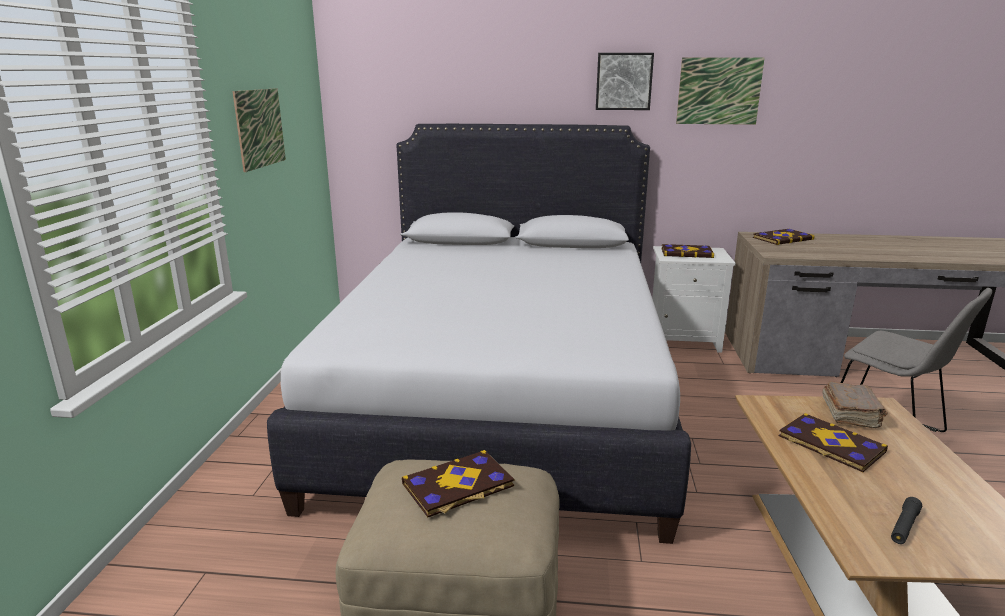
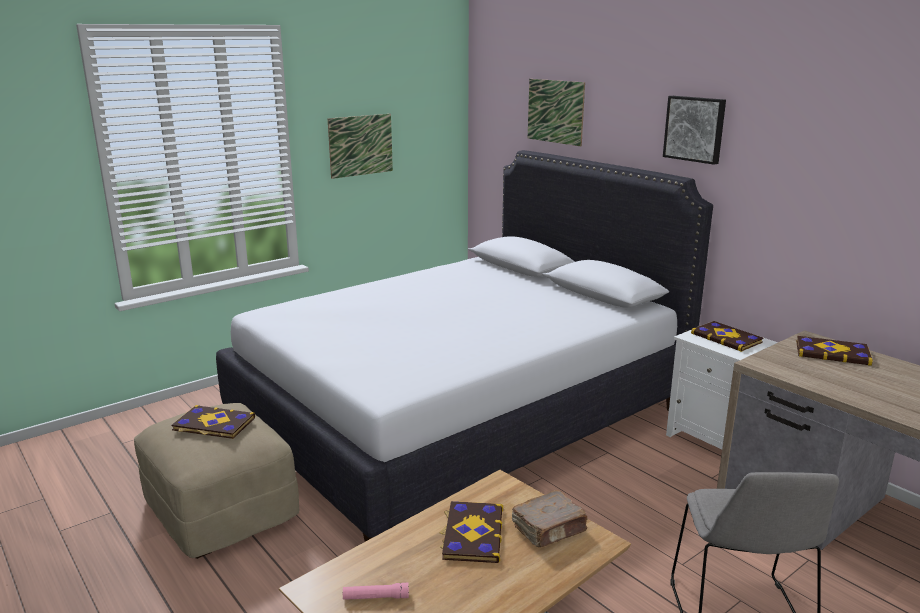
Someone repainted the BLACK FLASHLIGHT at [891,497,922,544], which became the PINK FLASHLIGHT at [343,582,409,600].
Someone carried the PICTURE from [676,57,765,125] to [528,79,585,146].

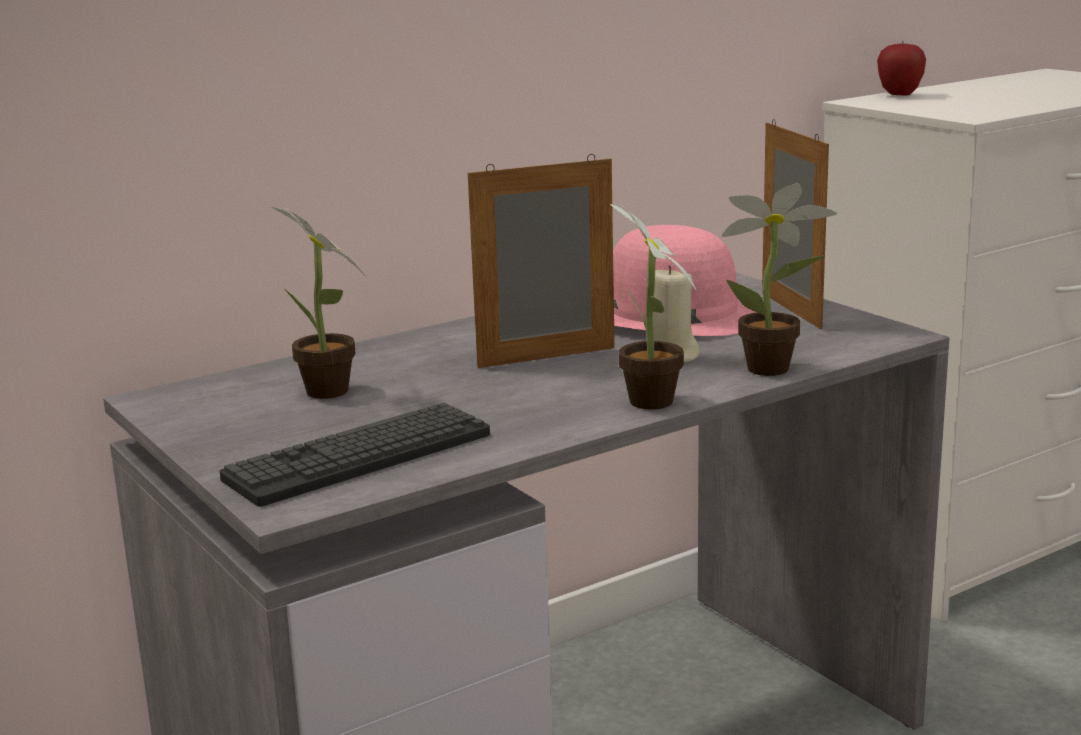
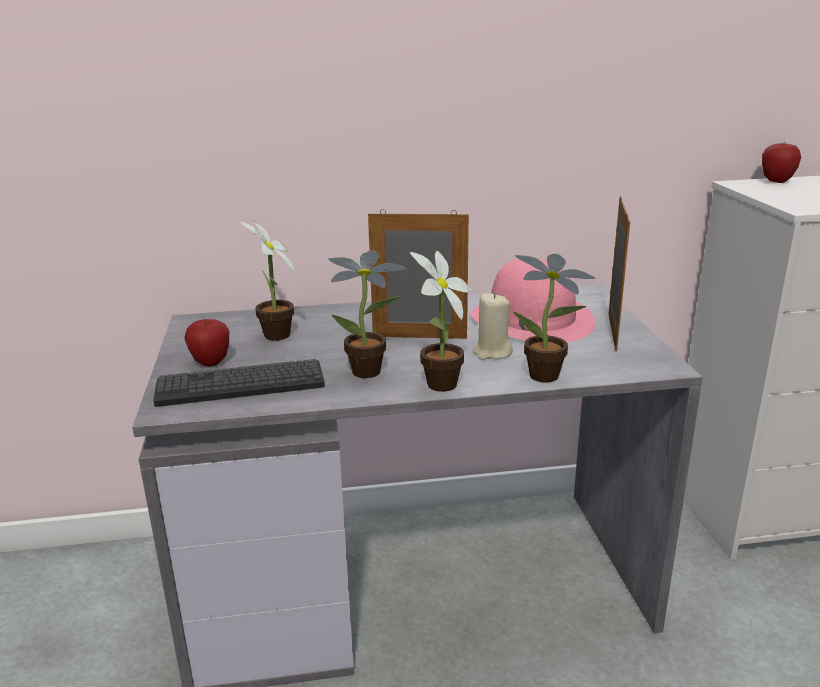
Someone put down the APPLE at [184,319,229,366].
Someone put down the POTTED PLANT at [328,250,407,378].

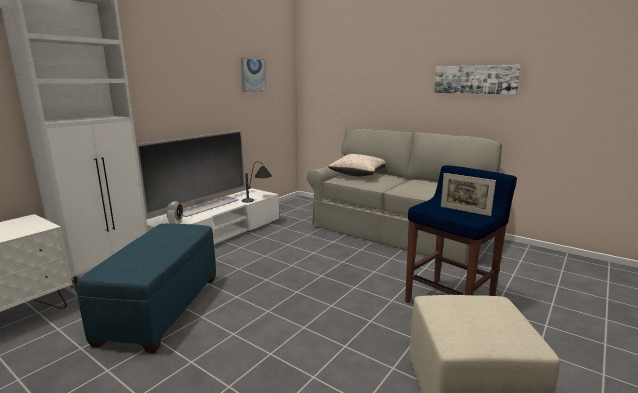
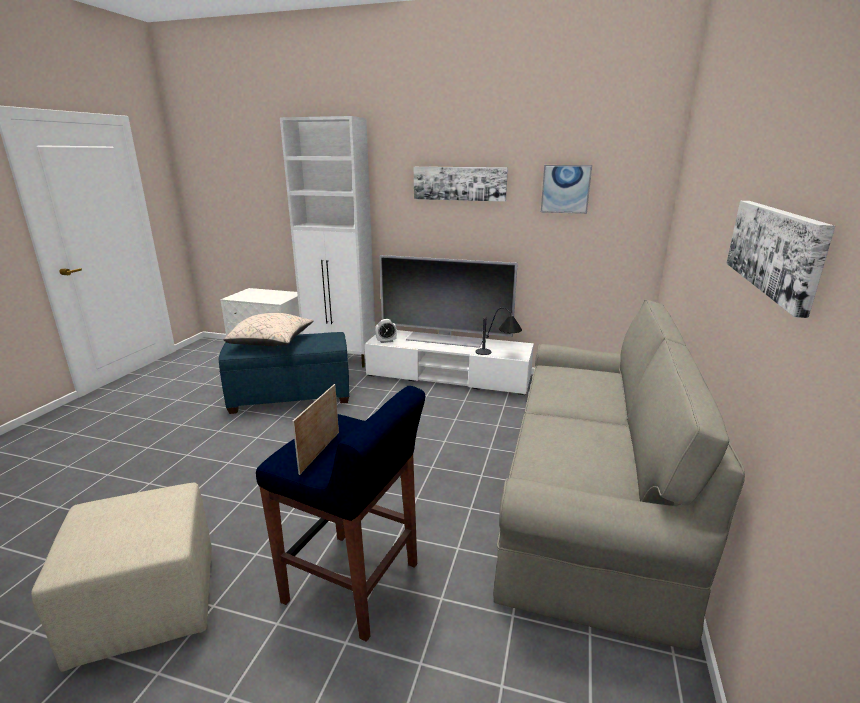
Someone carried the BEIGE PILLOW from [328,154,386,176] to [224,313,314,346].
Someone put up the PICTURE at [414,167,508,202].

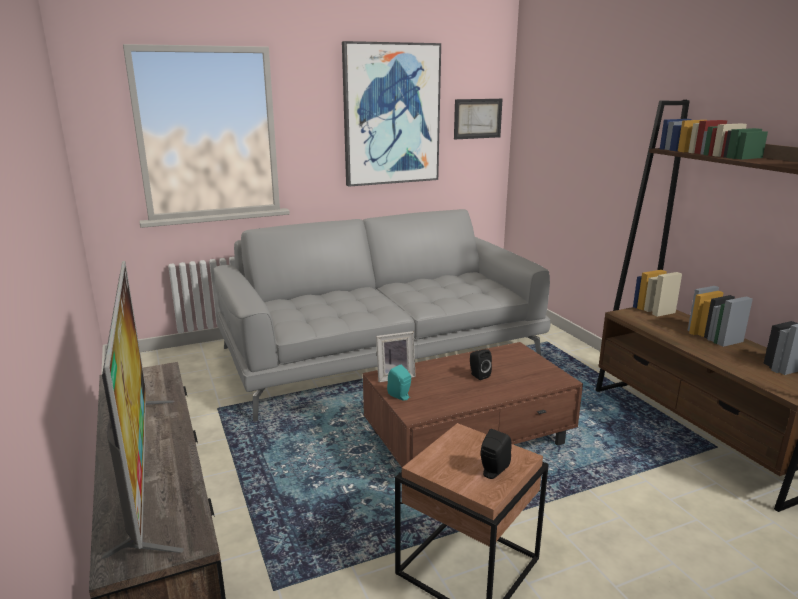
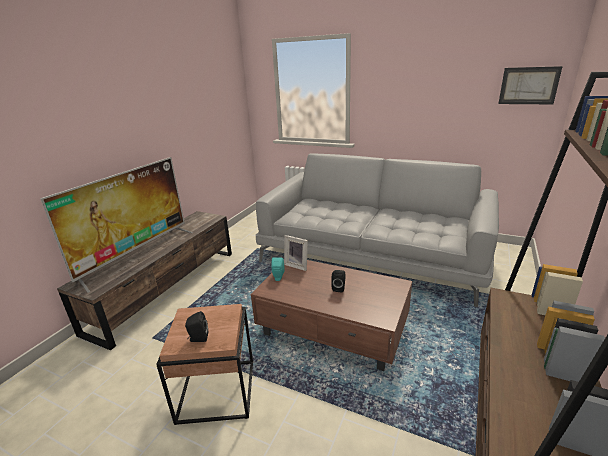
Someone took away the PICTURE at [342,41,441,187].

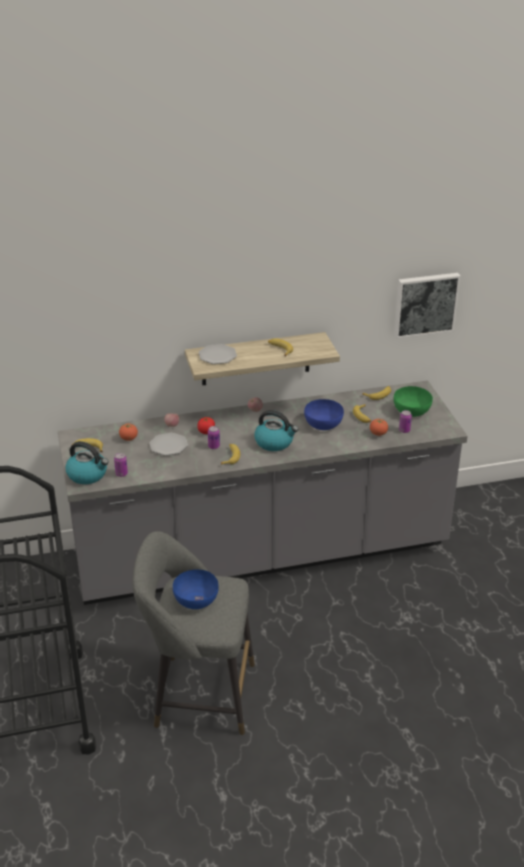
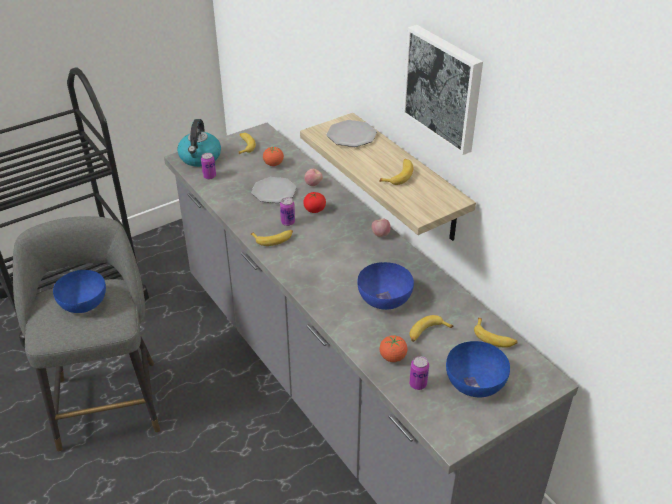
Someone carried the PICTURE from [394,273,461,339] to [403,25,483,155].
Someone repainted the GREEN BOWL at [394,386,433,417], which became the BLUE BOWL at [446,341,510,398].
Someone took away the KETTLE at [254,410,298,451].

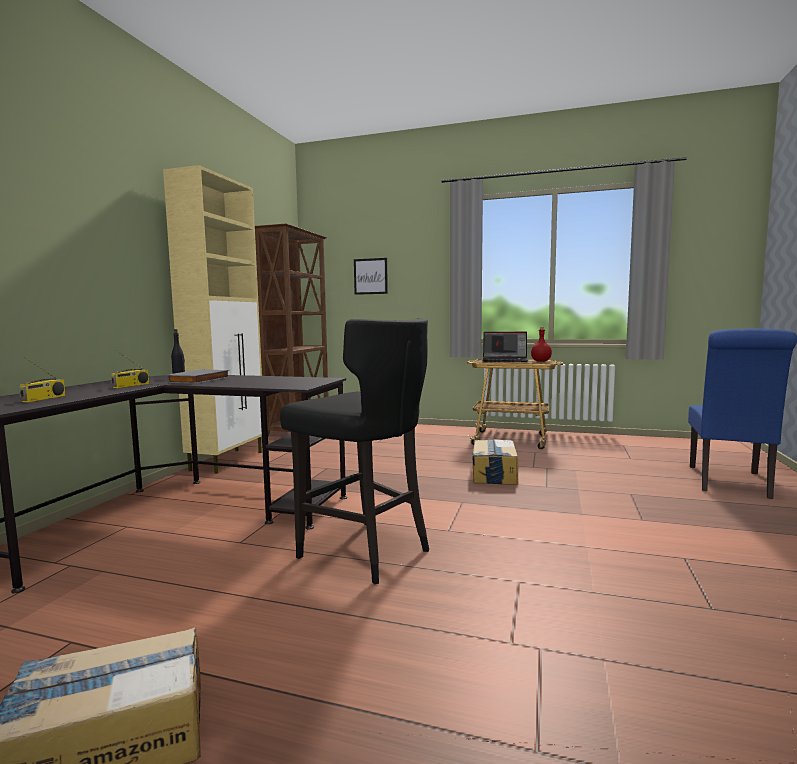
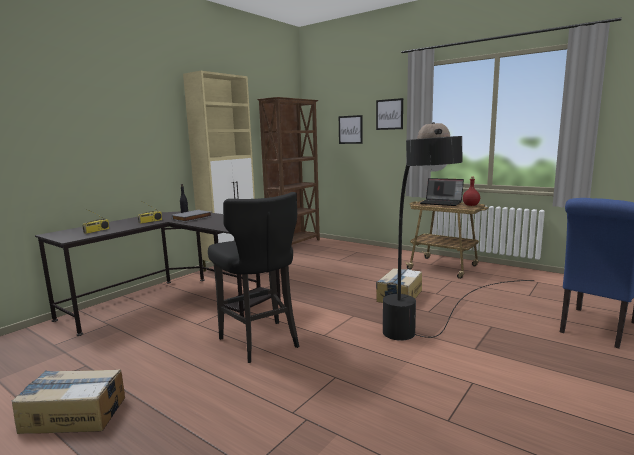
Someone put up the PICTURE at [376,98,403,130].
Someone put down the BLACK FLOOR LAMP at [383,122,534,341].

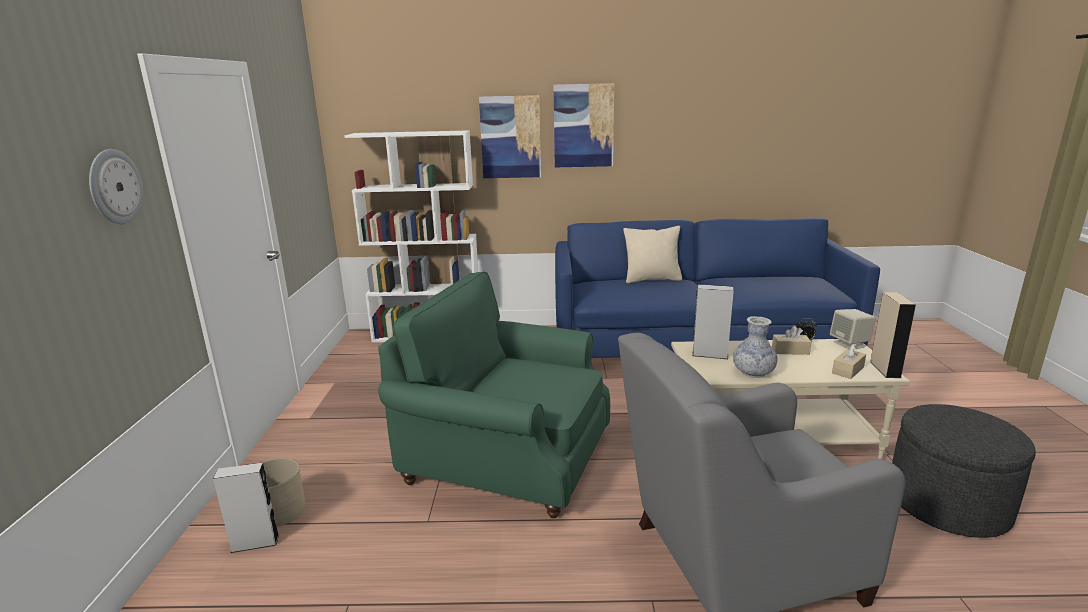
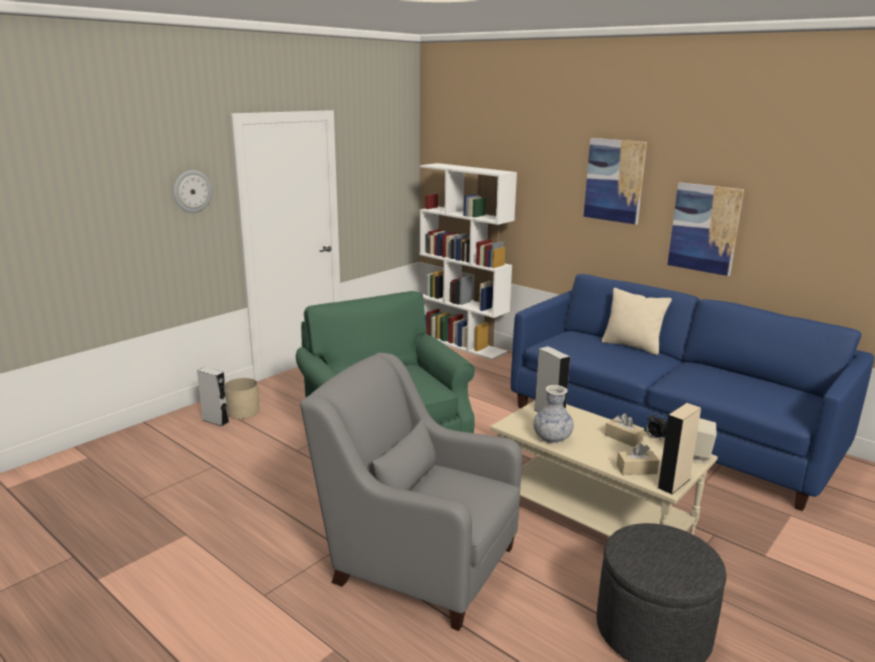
Someone carried the PICTURE from [479,95,541,178] to [667,182,744,276].

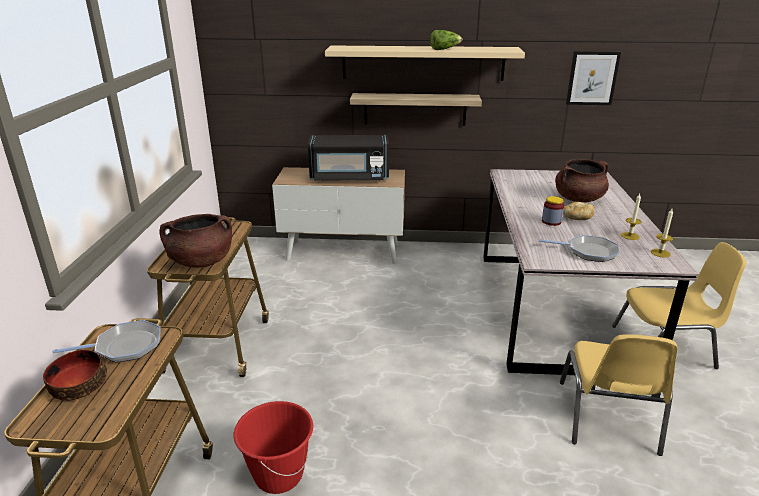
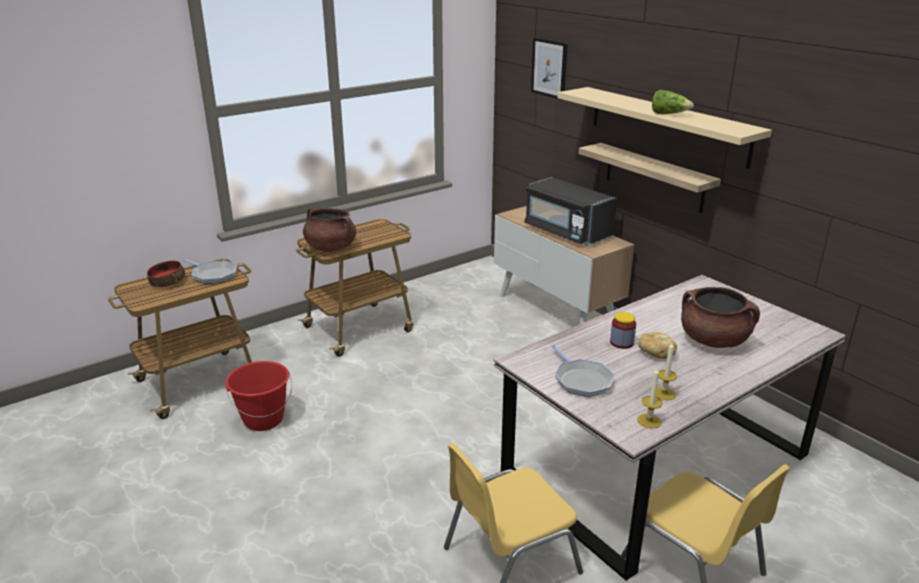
Someone carried the PICTURE from [566,51,621,105] to [531,37,568,100].

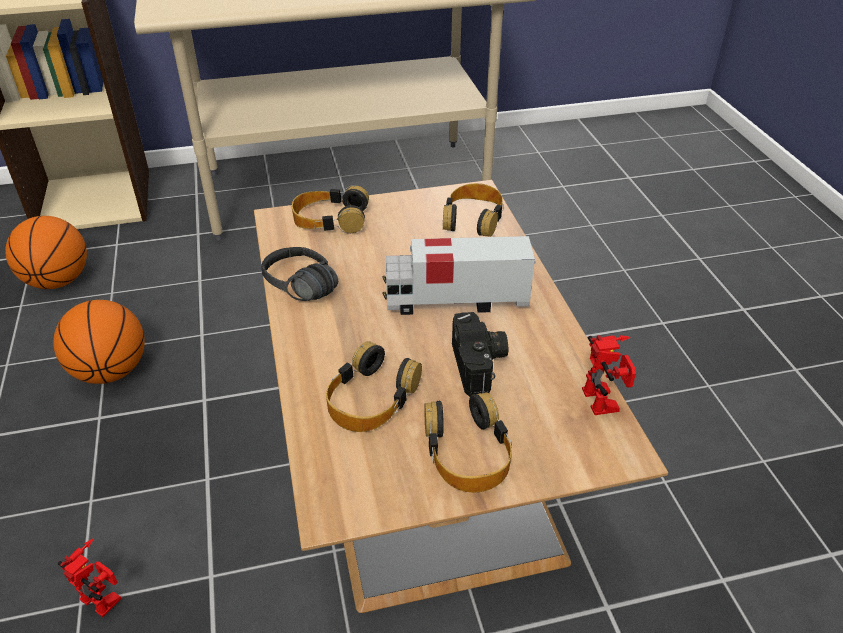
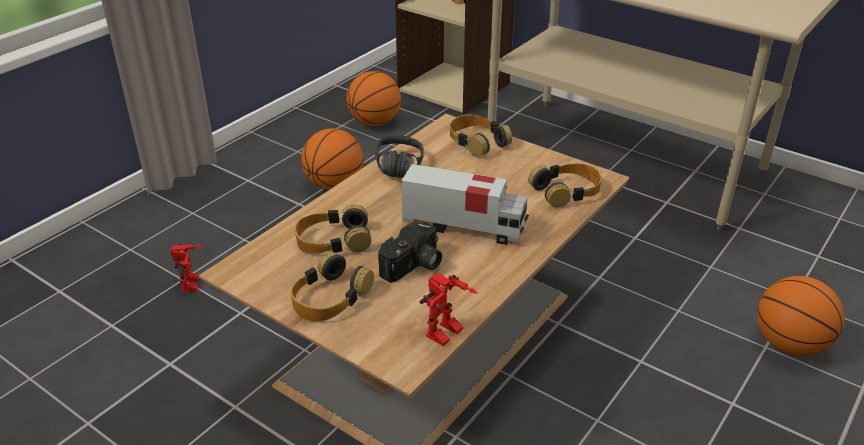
Someone rotated the TOY TRUCK at [382,236,536,315] by 150 degrees clockwise.
Someone put down the BASKETBALL at [757,276,845,356].

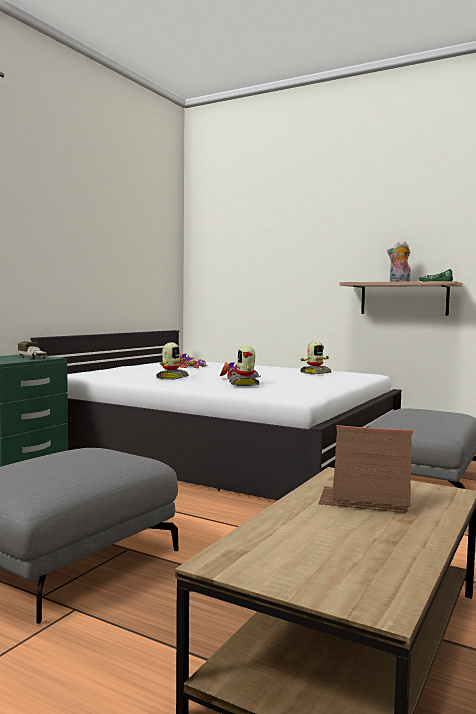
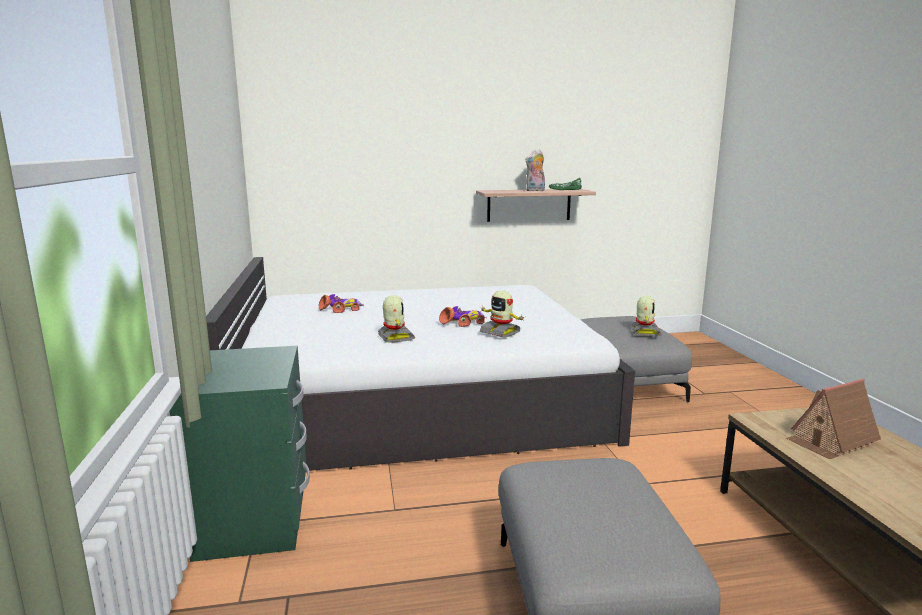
Someone carried the TOY ROBOT from [300,341,332,375] to [631,296,661,336].
Someone took away the TOY TRUCK at [18,341,47,359].

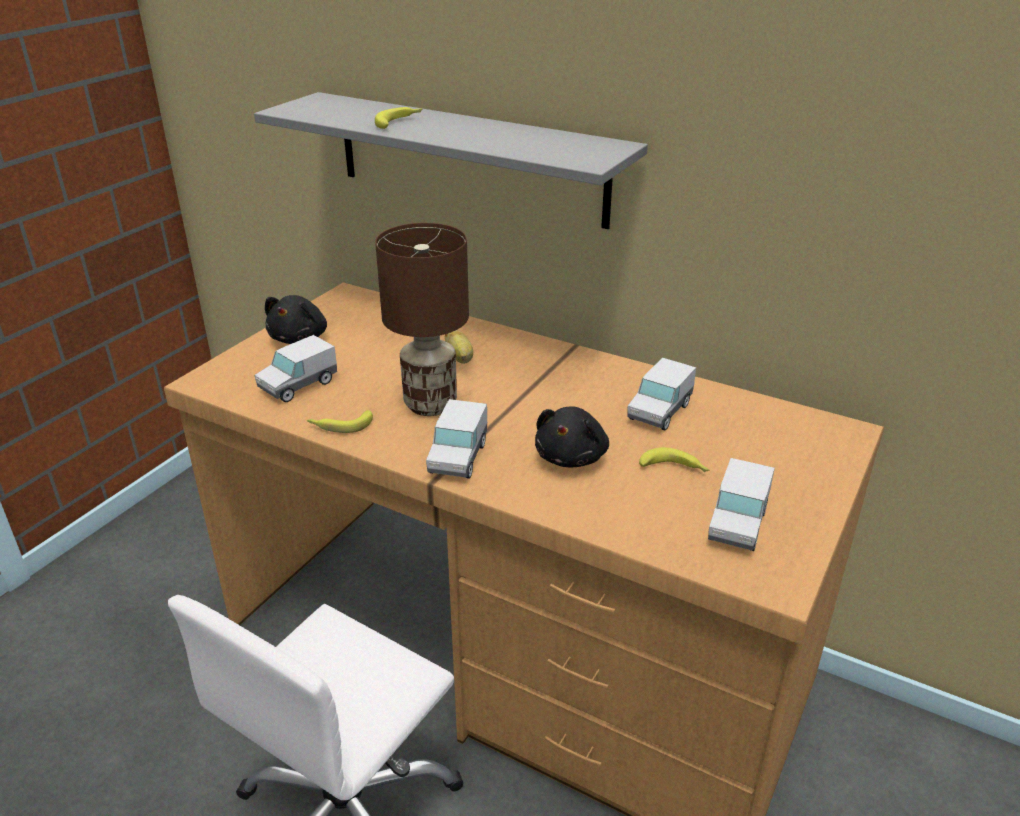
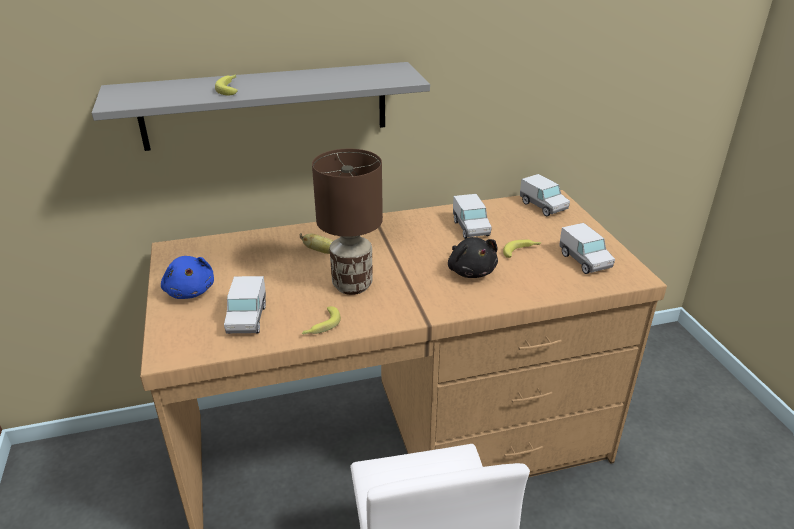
Someone repainted the BLACK PLUSH TOY at [265,295,327,344], which became the BLUE PLUSH TOY at [161,256,214,299].
Someone carried the TOY TRUCK from [426,399,487,479] to [520,174,570,216].

